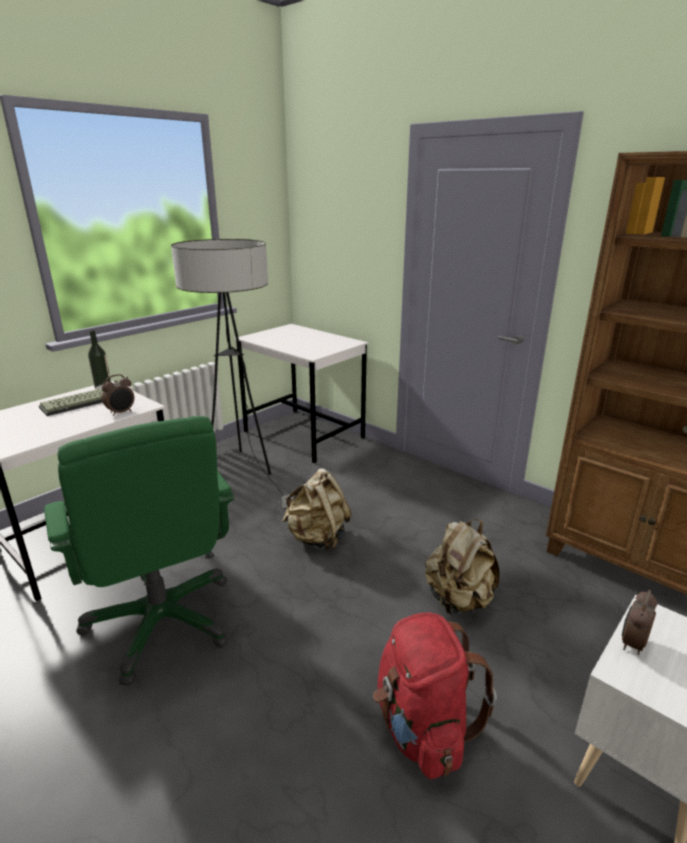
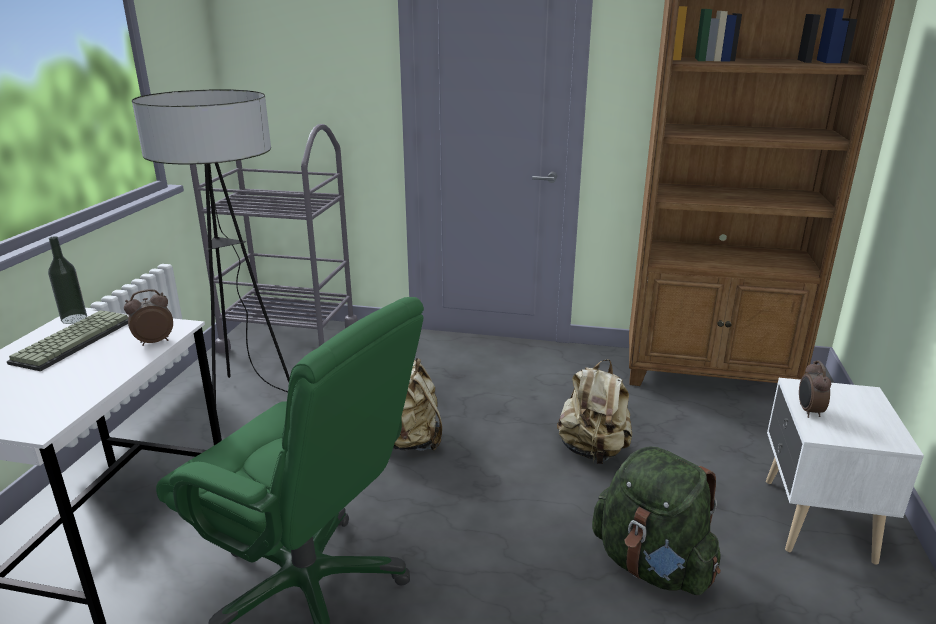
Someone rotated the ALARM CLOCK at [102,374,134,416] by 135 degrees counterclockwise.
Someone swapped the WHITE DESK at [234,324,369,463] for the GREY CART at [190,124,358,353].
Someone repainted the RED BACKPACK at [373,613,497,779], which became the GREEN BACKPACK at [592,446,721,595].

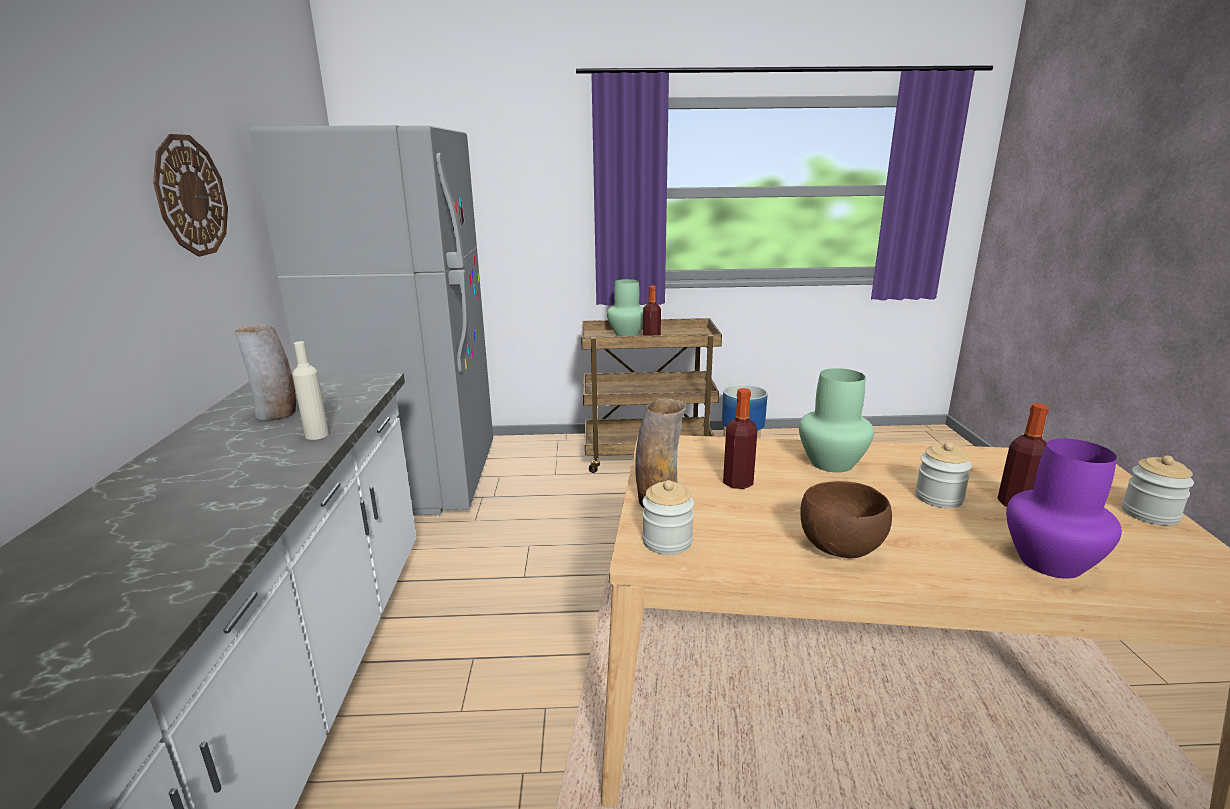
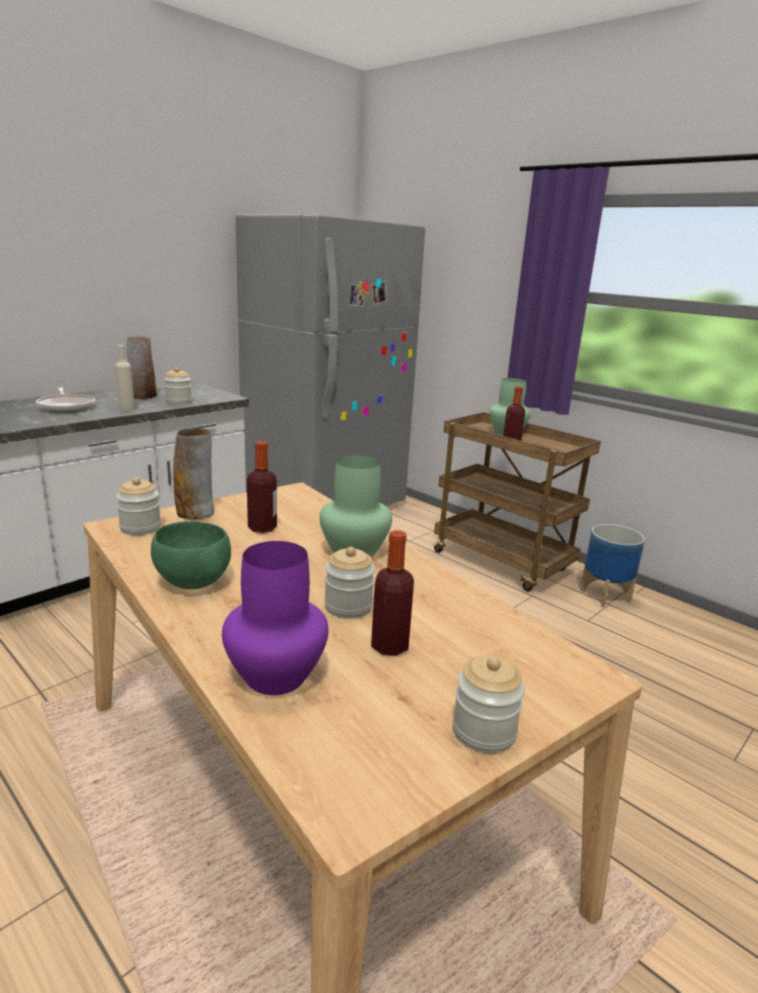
Someone put down the FRYING PAN at [36,387,95,413].
Someone repainted the BROWN BOWL at [800,481,892,558], which became the GREEN BOWL at [151,521,231,589].
Someone put down the JAR at [164,367,192,405].
Someone took away the WALL CLOCK at [153,134,228,257].

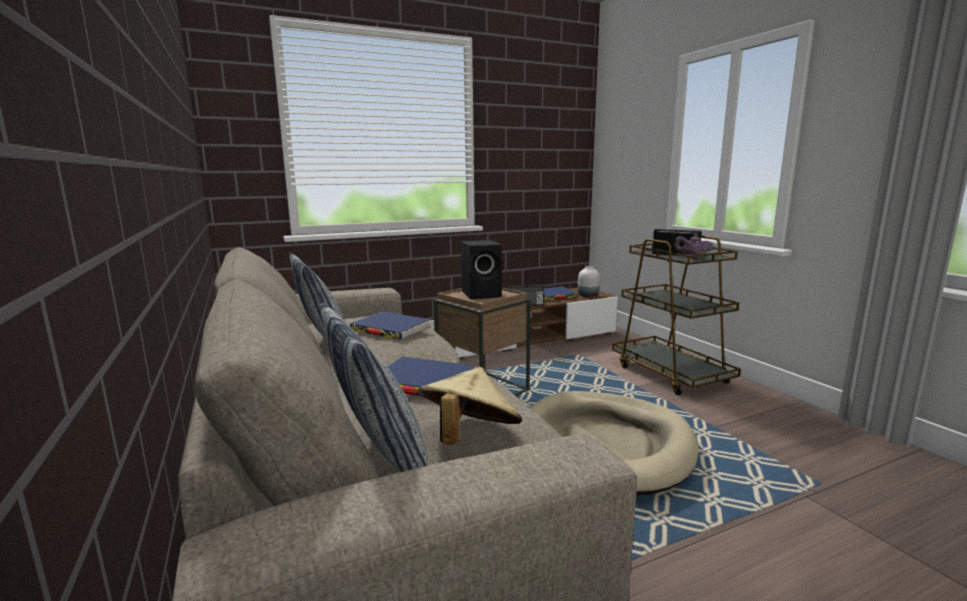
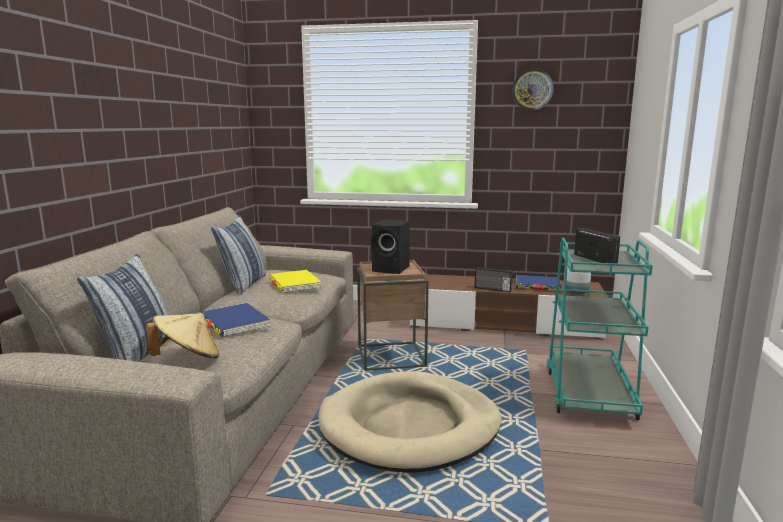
Someone repainted the BLUE BOOK at [350,312,431,340], which became the YELLOW BOOK at [269,270,321,293].
Someone put up the WALL CLOCK at [512,68,554,111].
Someone repainted the BROWN CART at [612,236,741,396], which became the TURQUOISE CART at [546,238,653,420].
Someone took away the PURPLE TEAPOT at [674,233,714,260].

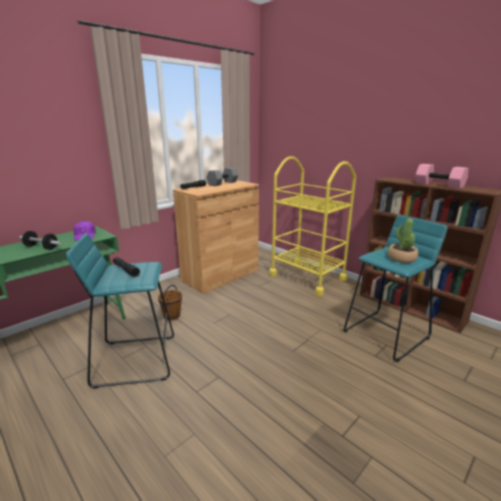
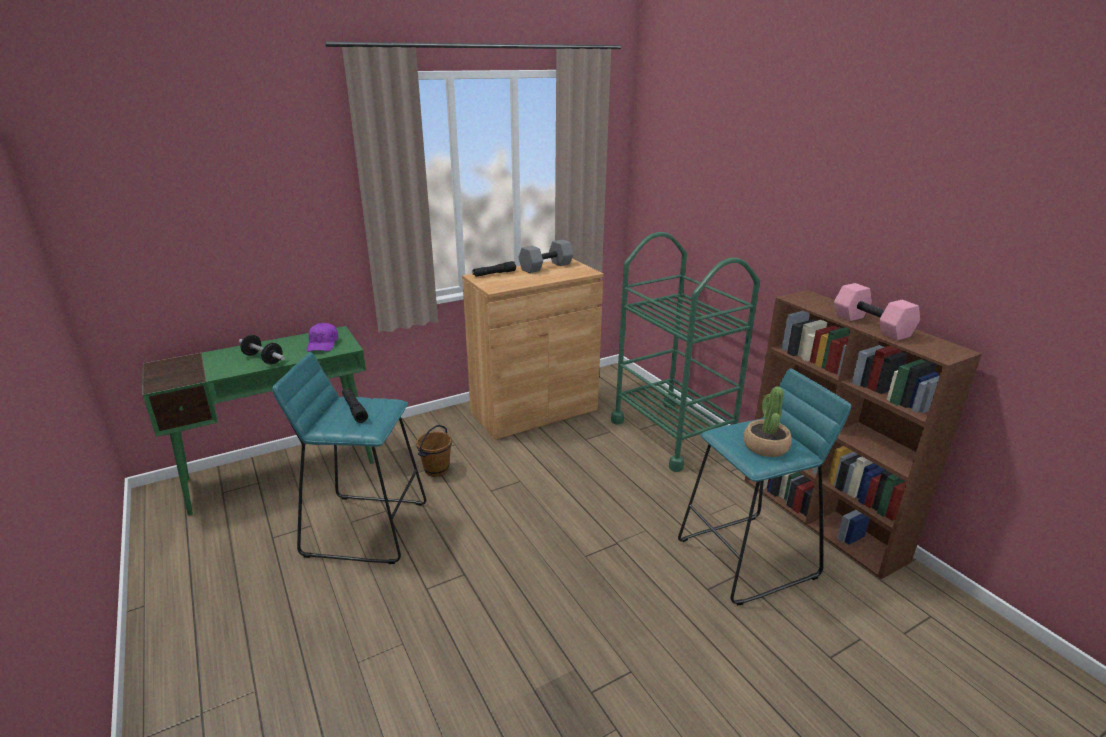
Someone repainted the YELLOW CART at [269,156,356,296], which became the GREEN CART at [611,232,760,472].

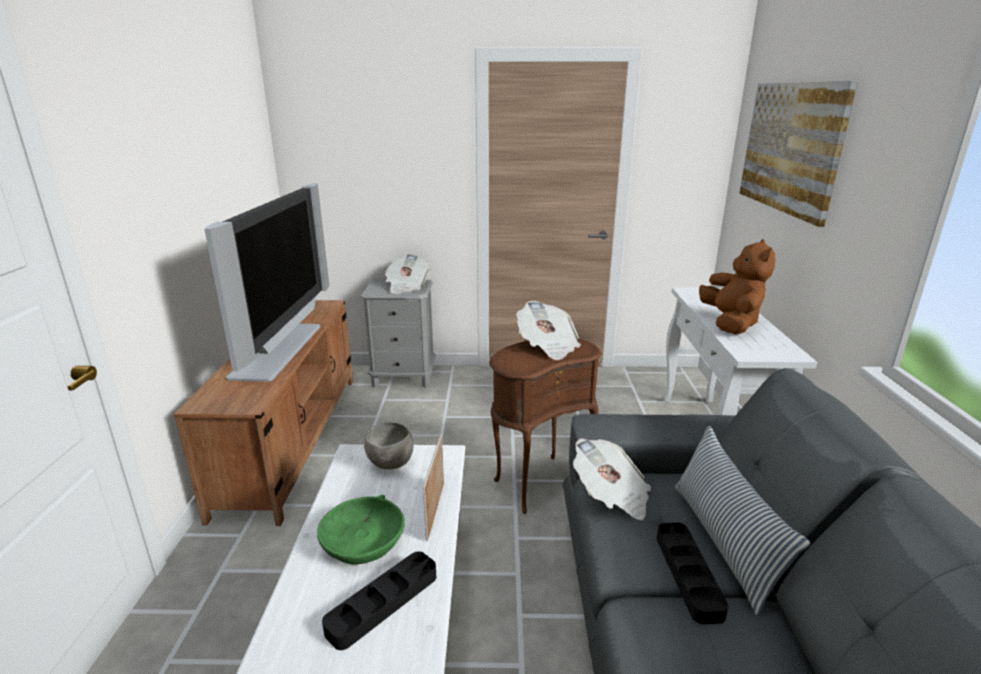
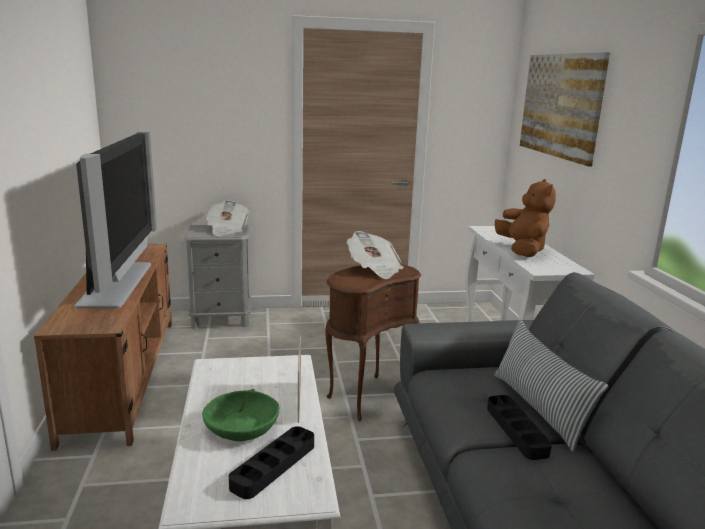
Someone took away the GREY BOWL at [364,422,414,470].
Someone took away the NEWSPAPER at [573,438,651,520].

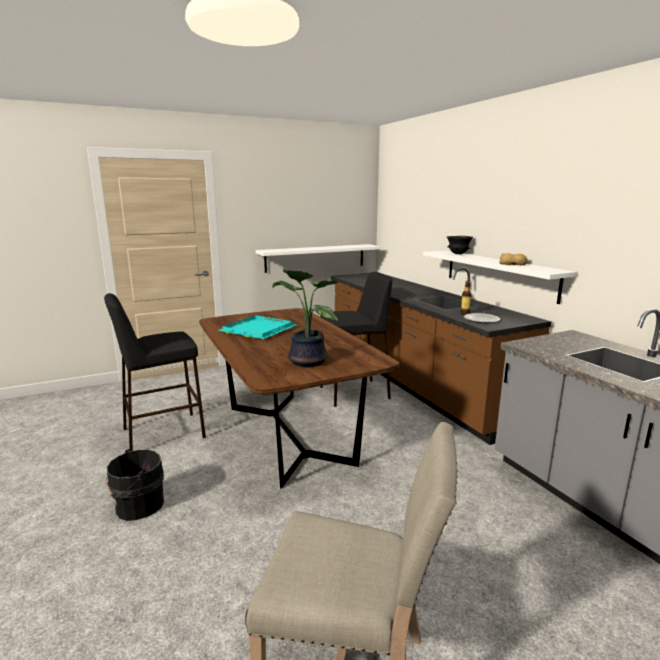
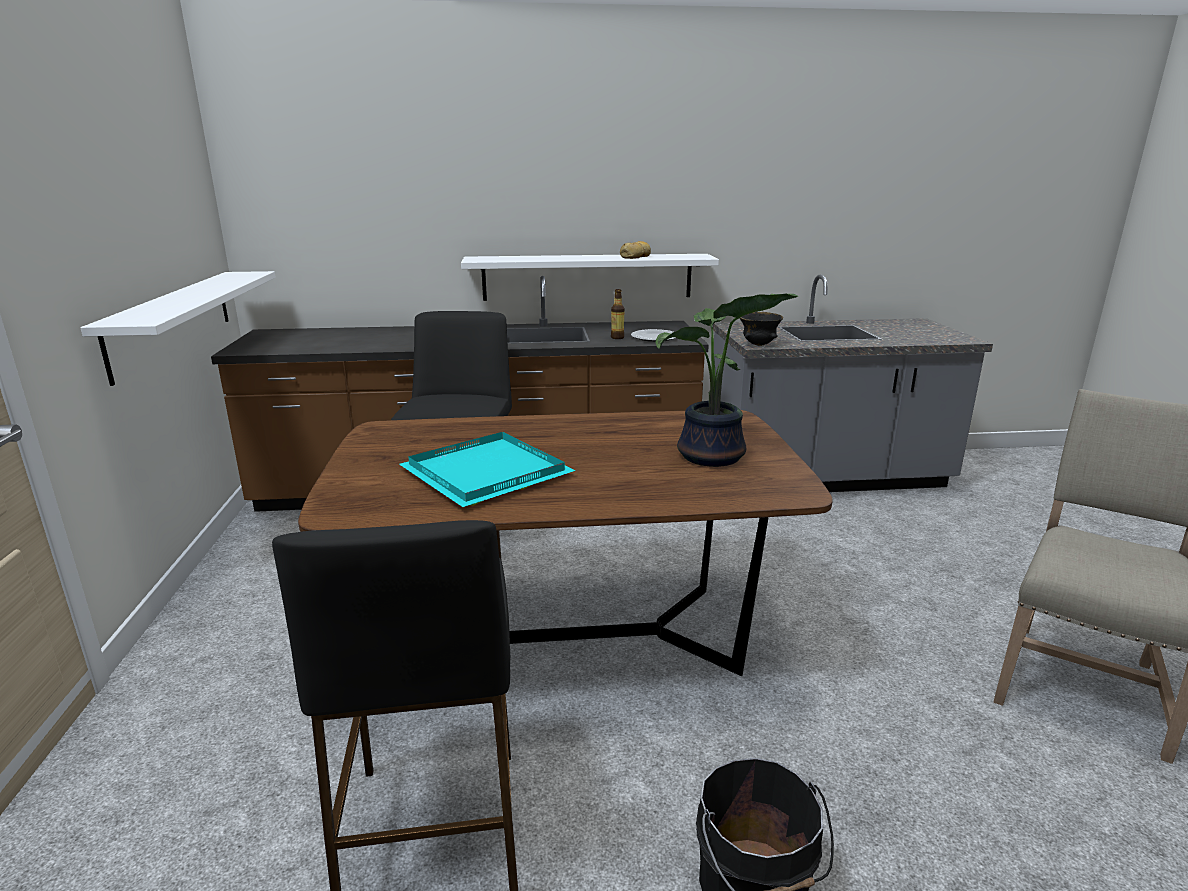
Someone carried the BLACK BOWL from [447,236,473,254] to [740,312,783,346].

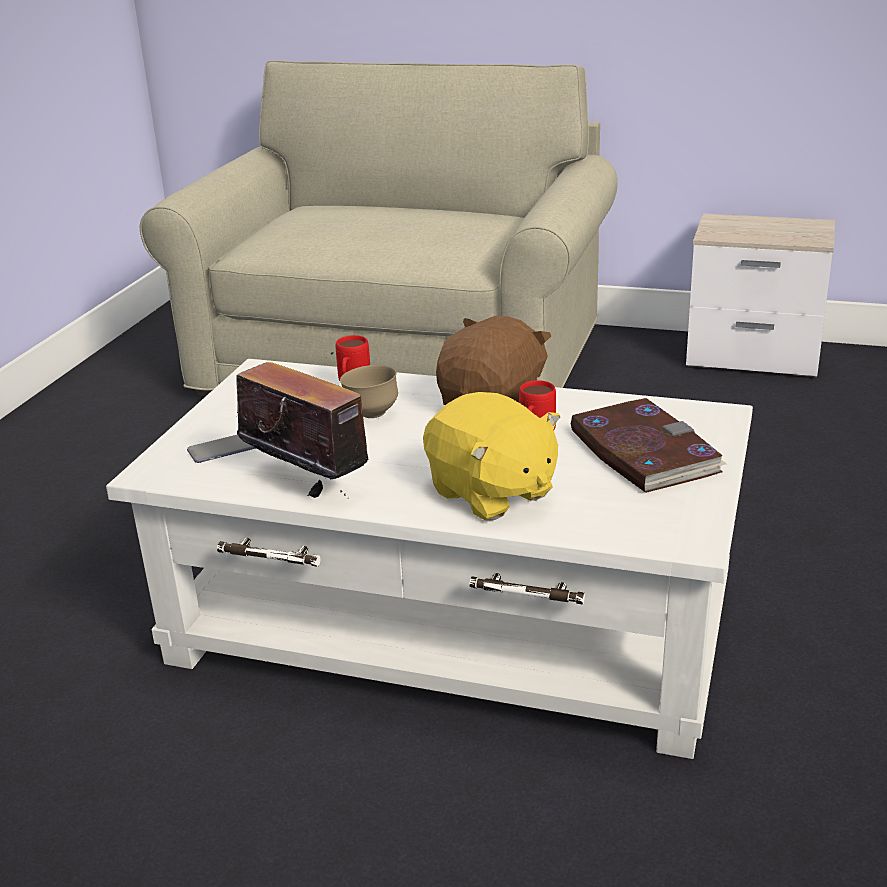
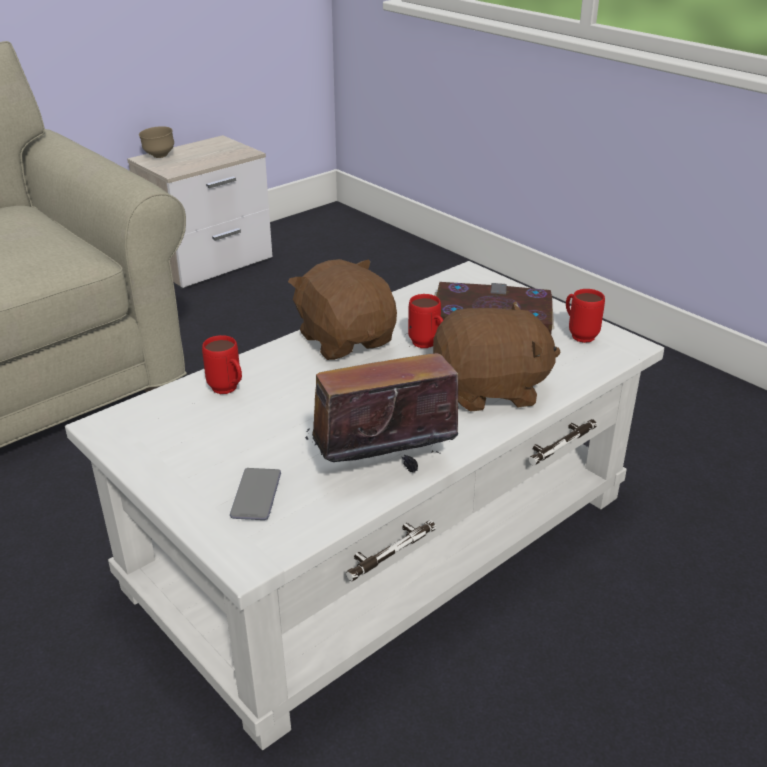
Someone carried the BROWN BOWL from [340,365,398,418] to [139,126,174,158].
Someone repainted the YELLOW PLUSH TOY at [423,392,561,520], which became the BROWN PLUSH TOY at [433,301,561,412].
Someone put down the RED MUG at [566,289,605,343].

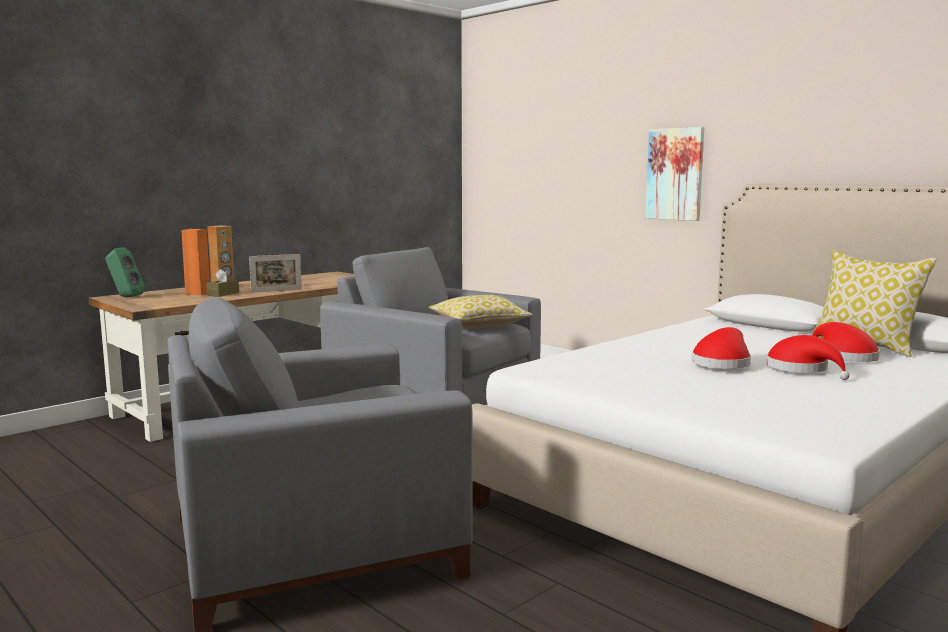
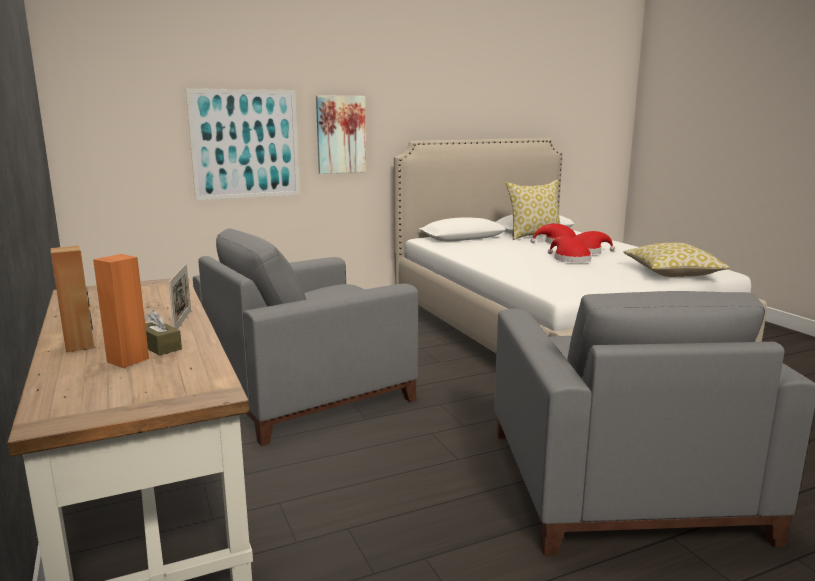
Someone put up the PICTURE at [186,89,300,200].
Someone carried the PILLOW from [428,295,533,329] to [623,243,730,277].
Someone took away the GREEN SPEAKER at [105,248,145,297].

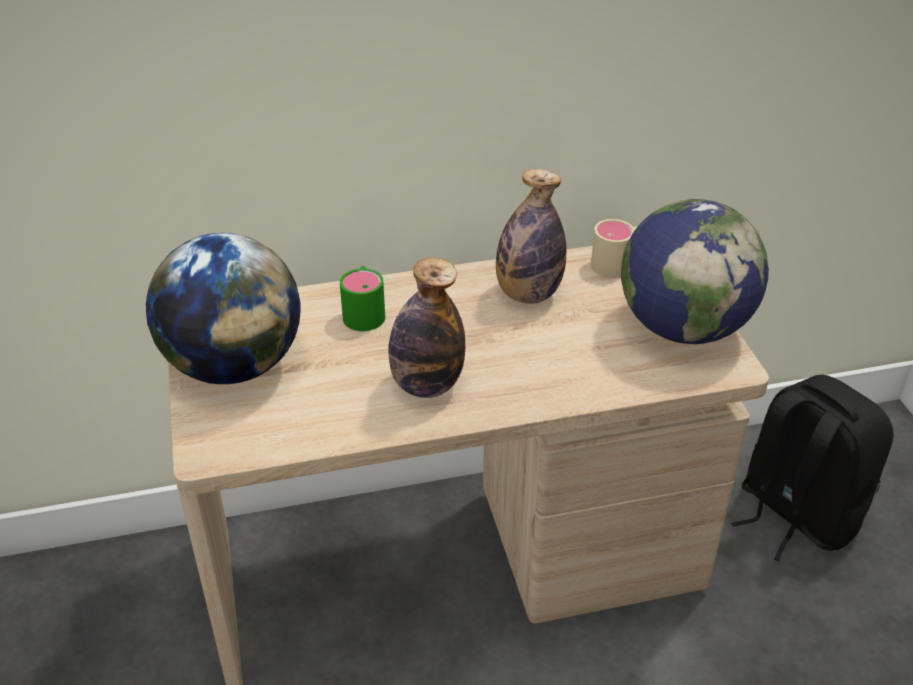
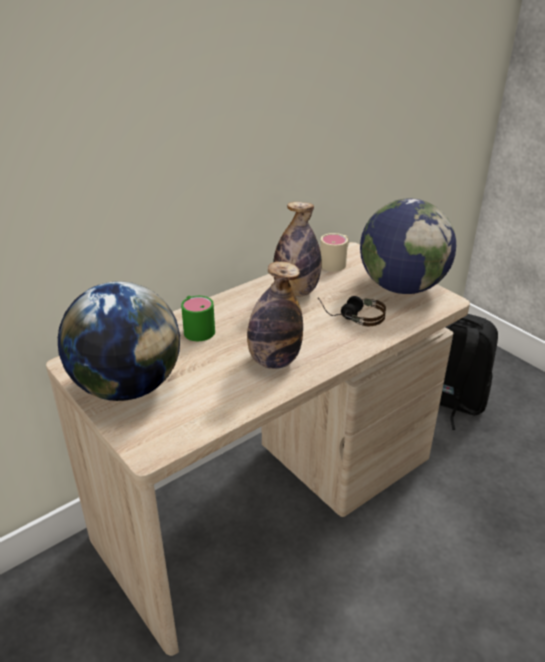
Someone put down the HEADPHONES at [318,296,386,326].

